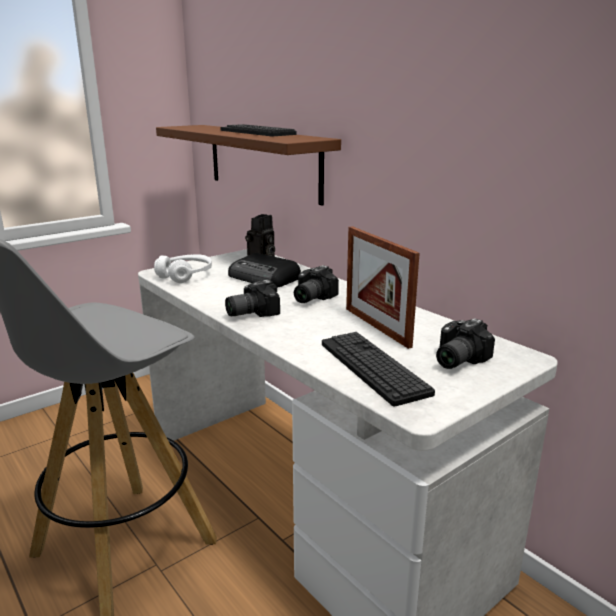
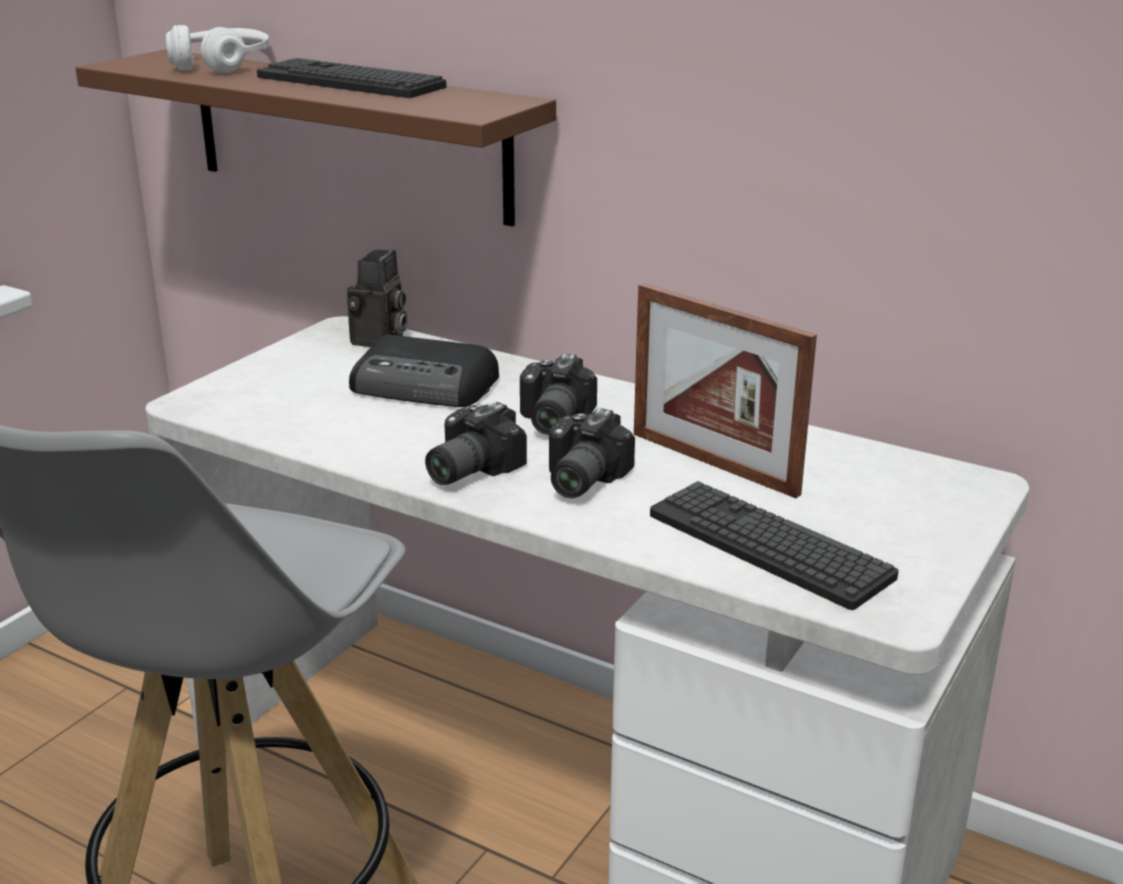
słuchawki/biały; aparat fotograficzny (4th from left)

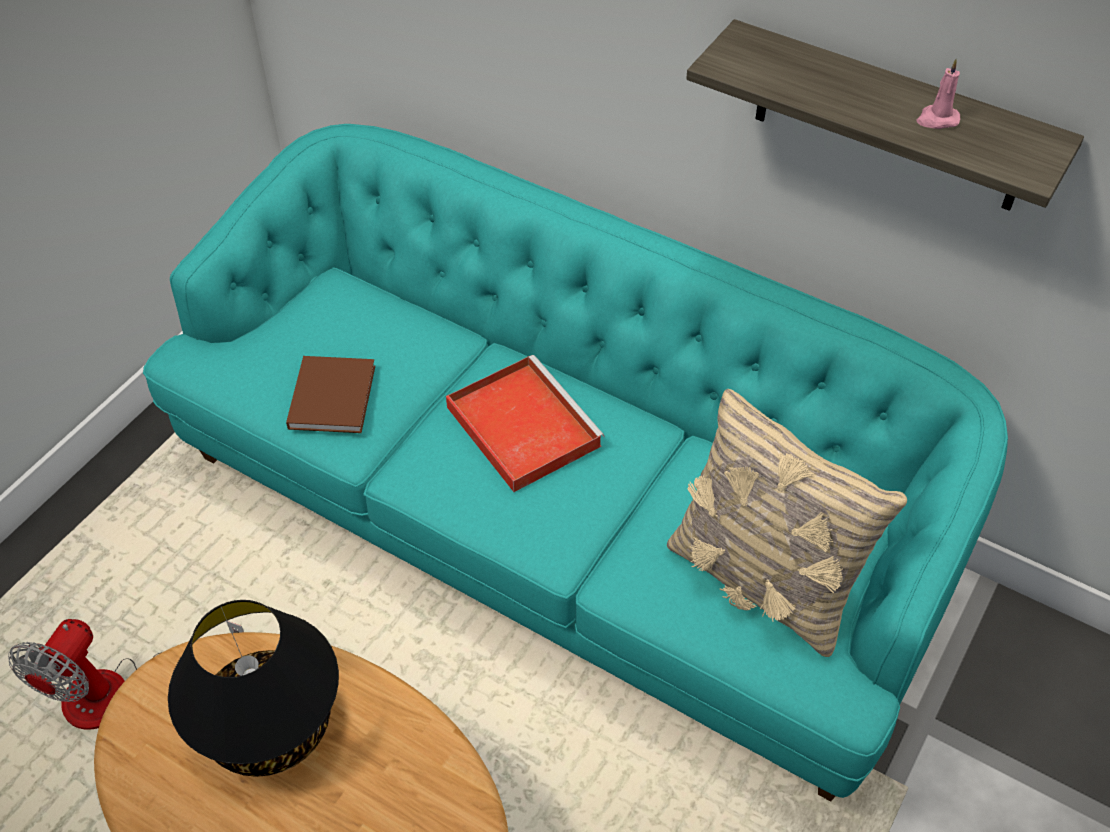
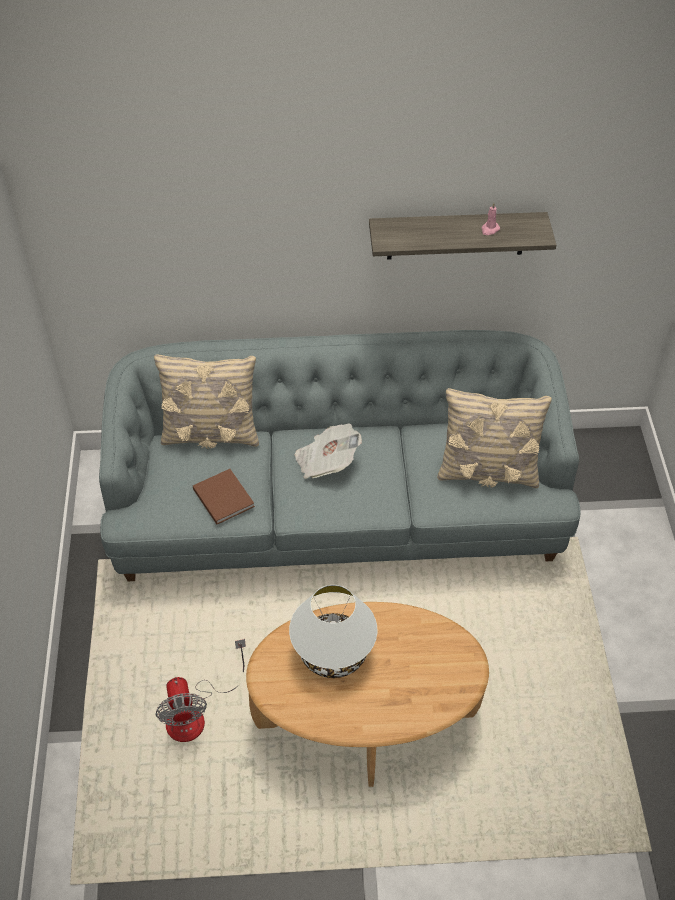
kanapa/szary; lampa stołowa/biały; gazeta; poduszka/beżowy (1st from left)

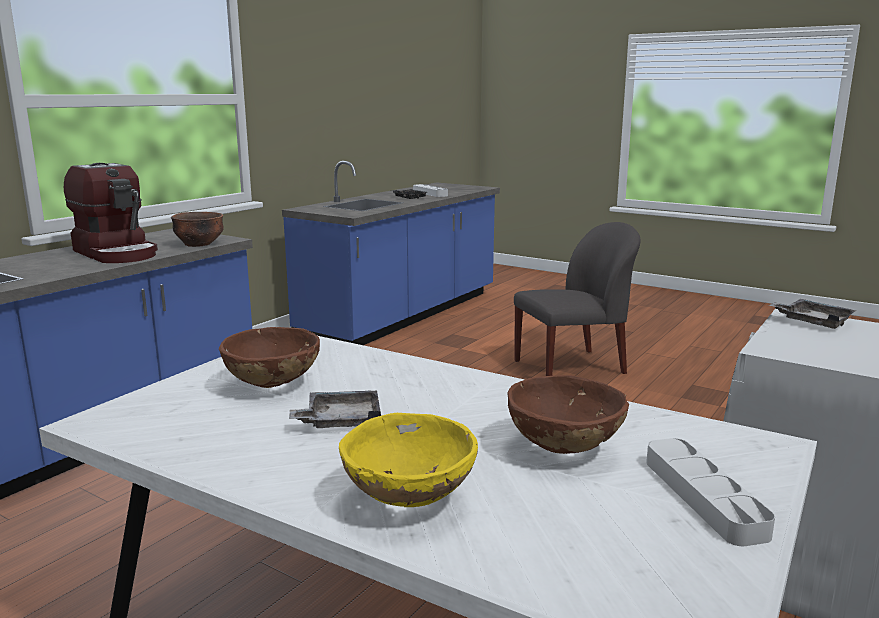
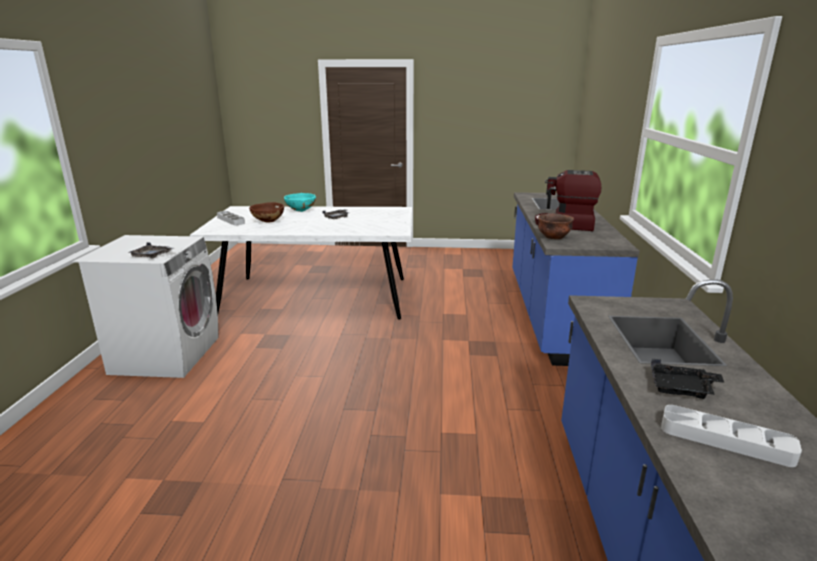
miska/brązowy (2nd from left in the first image); miska/turkusowy; krzesło/szary

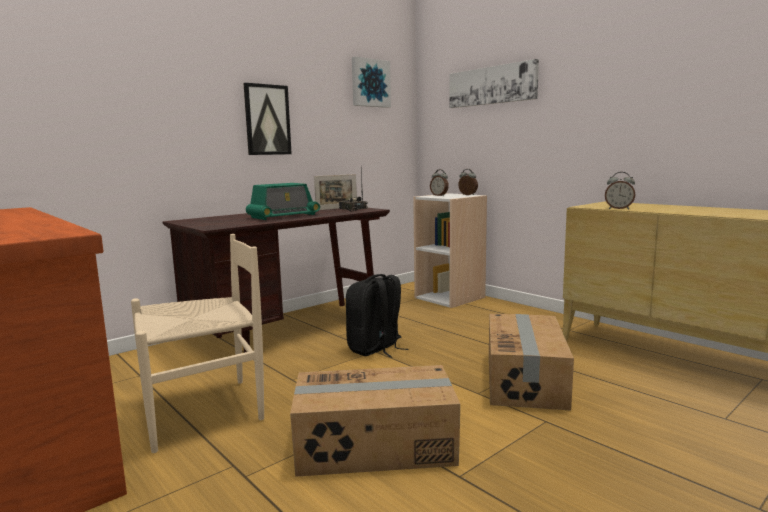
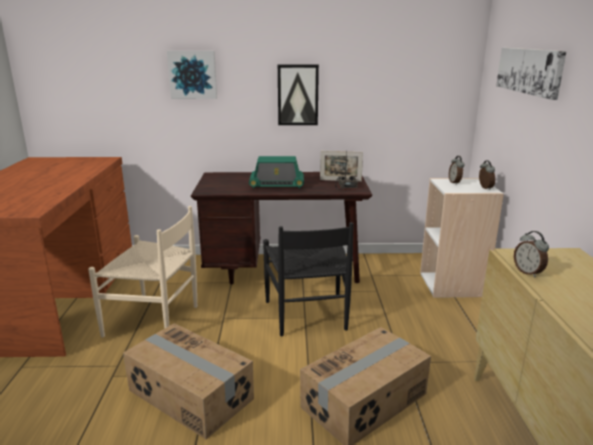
krzesło/czarny; obraz (1st from left)

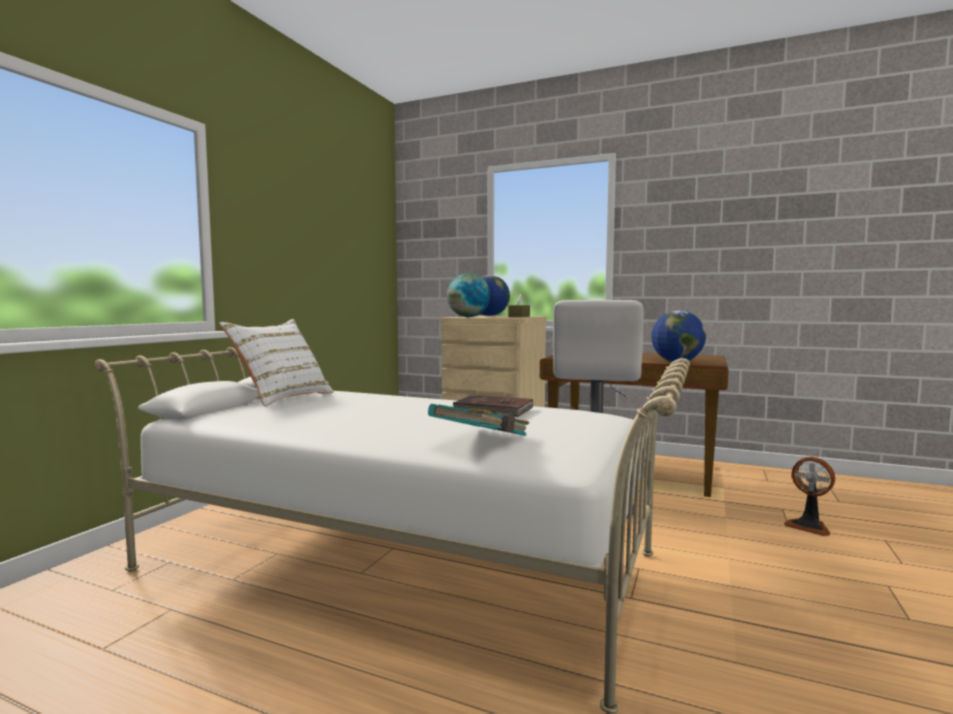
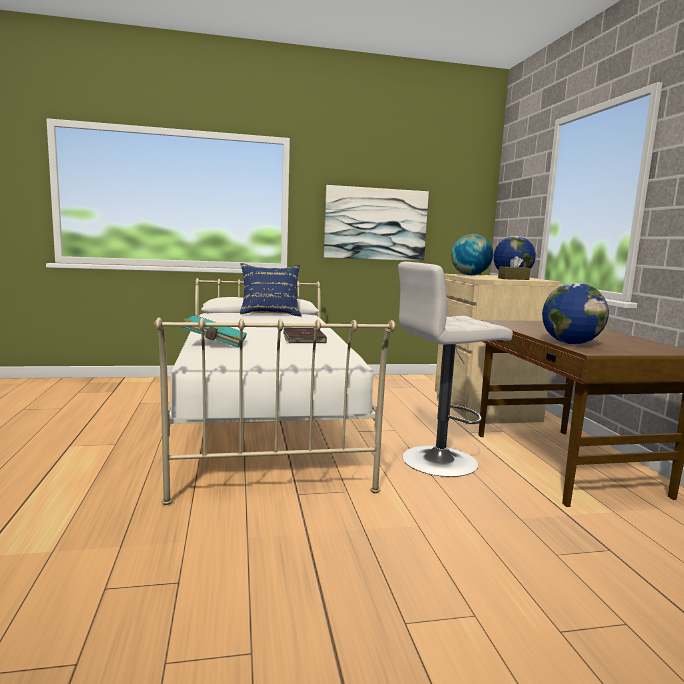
poduszka/niebieski; wentylator; obraz

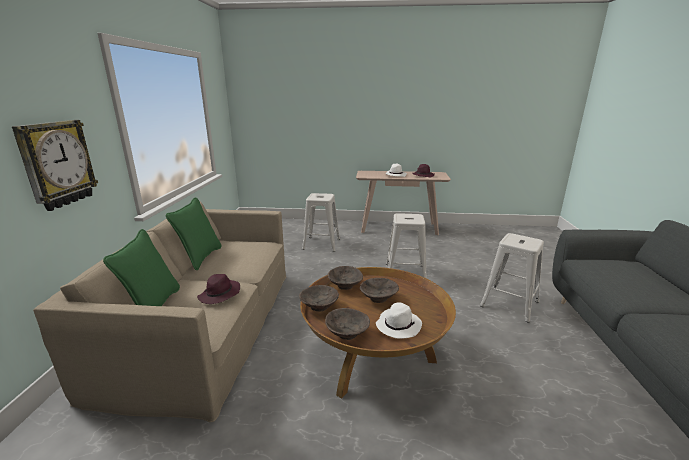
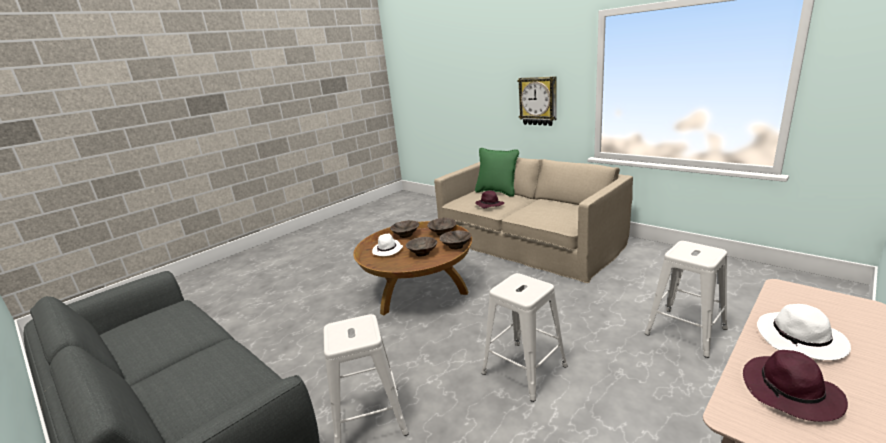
poduszka/zielony (2nd from left in the first image)

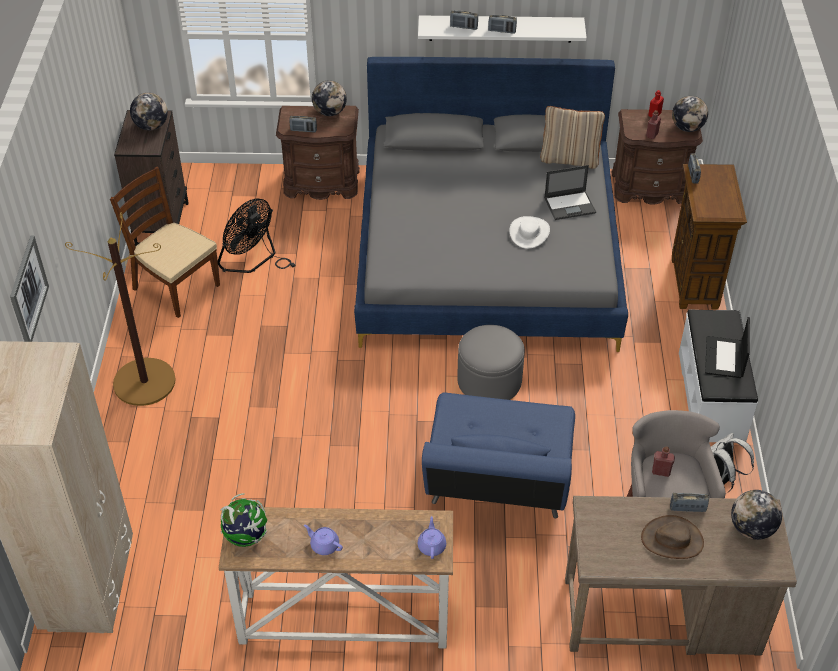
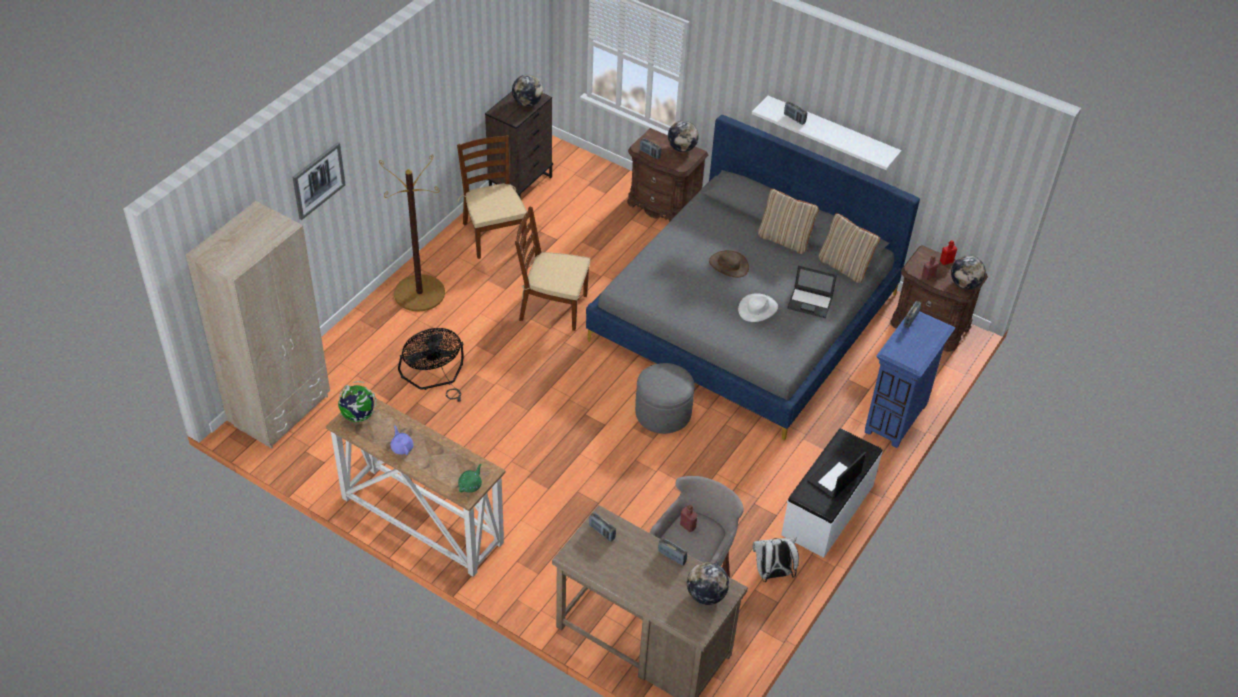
wentylator/czarny; imbryk/zielony; fotel/niebieski; radio (1st from left); kapelusz/brązowy; szafka/niebieski; krzesło/brązowy (2nd from left); poduszka/beżowy (1st from left)

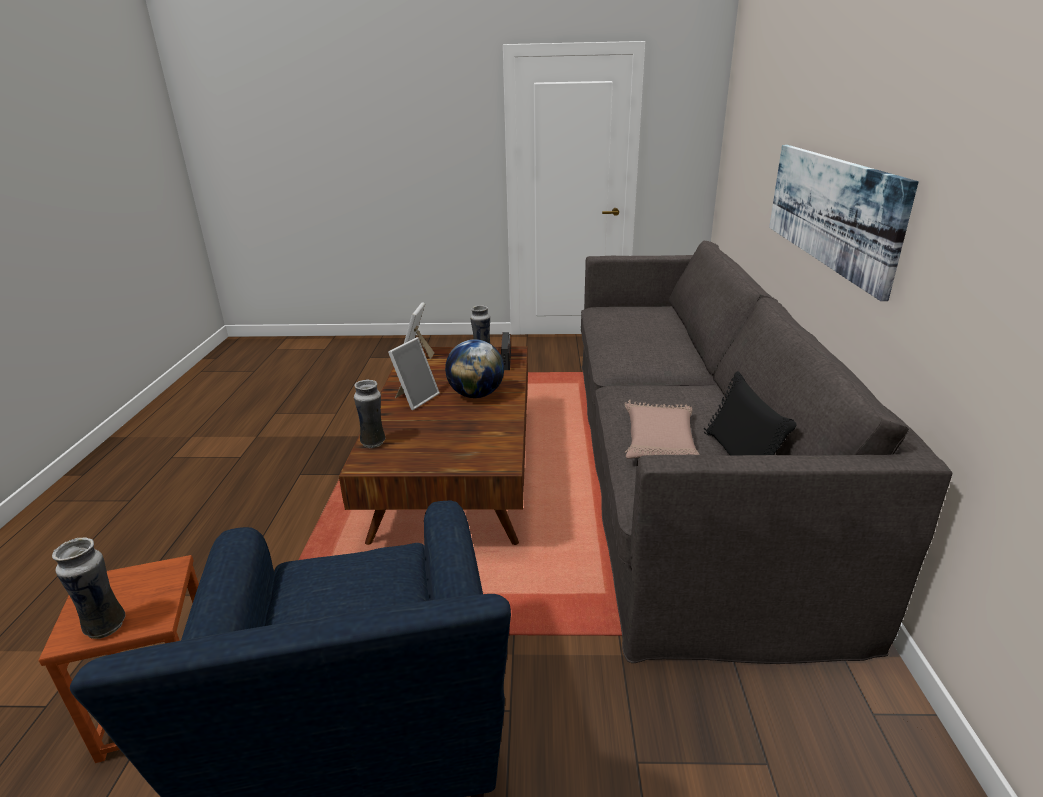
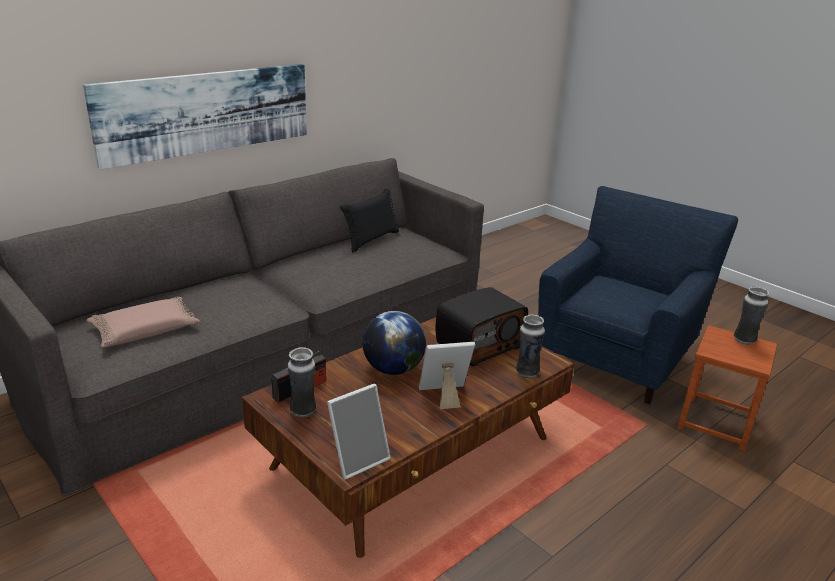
poduszka/beżowy; radio (2nd from left)

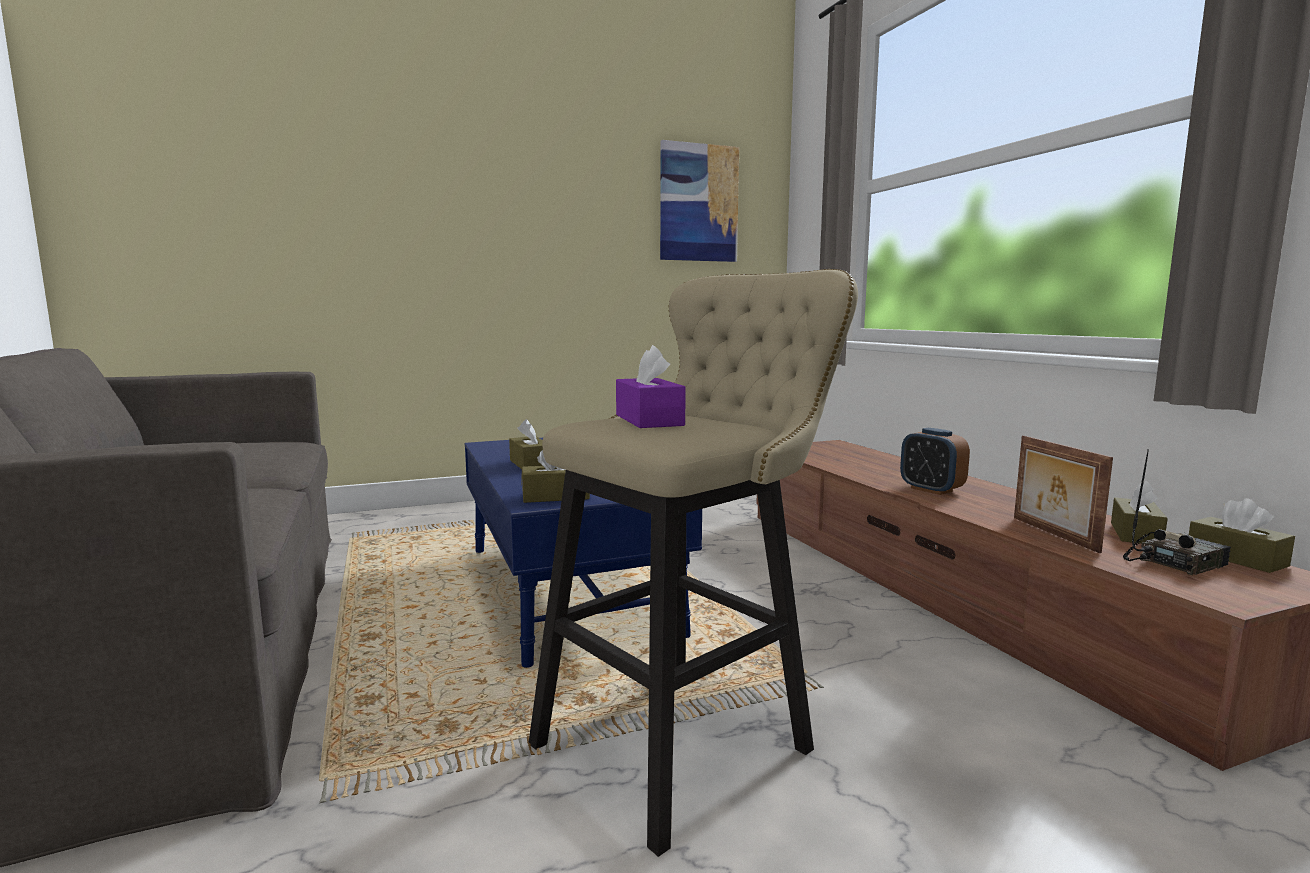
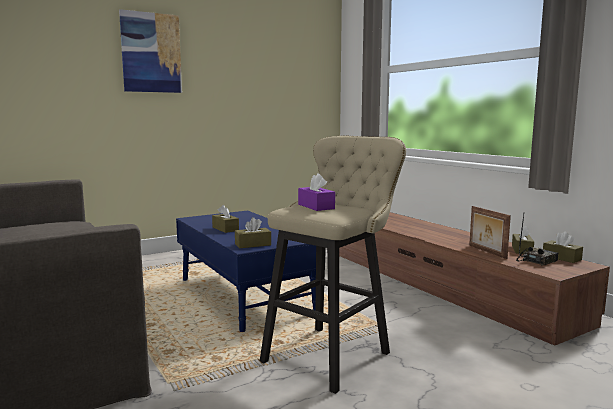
obraz; budzik

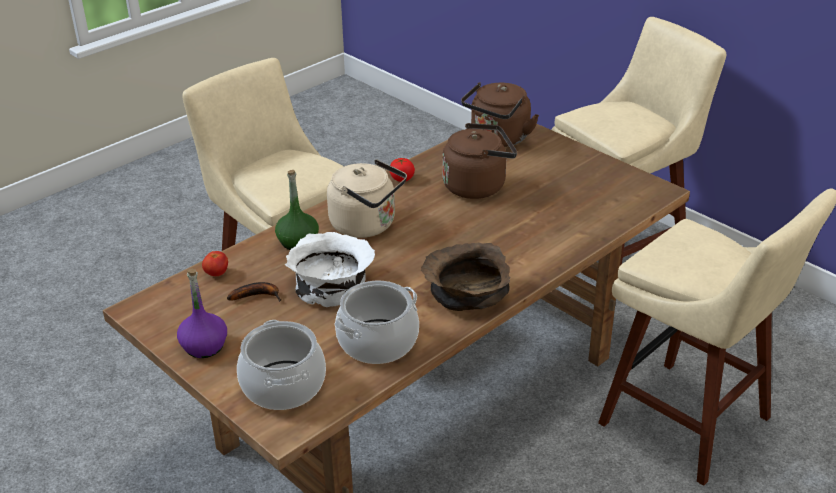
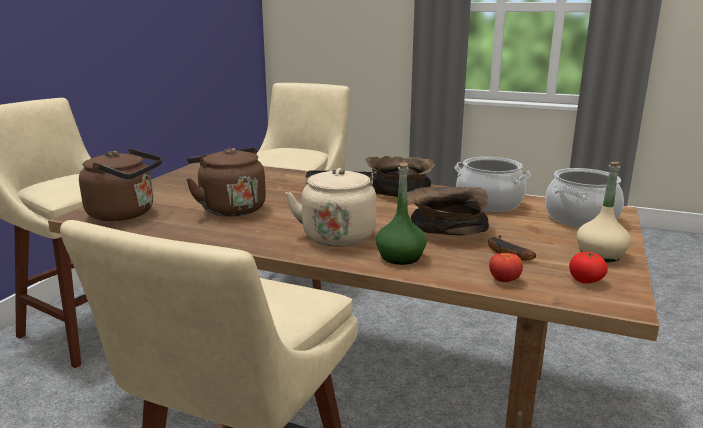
butelka/beżowy; miska/brązowy (2nd from left); pomidor (2nd from left)

